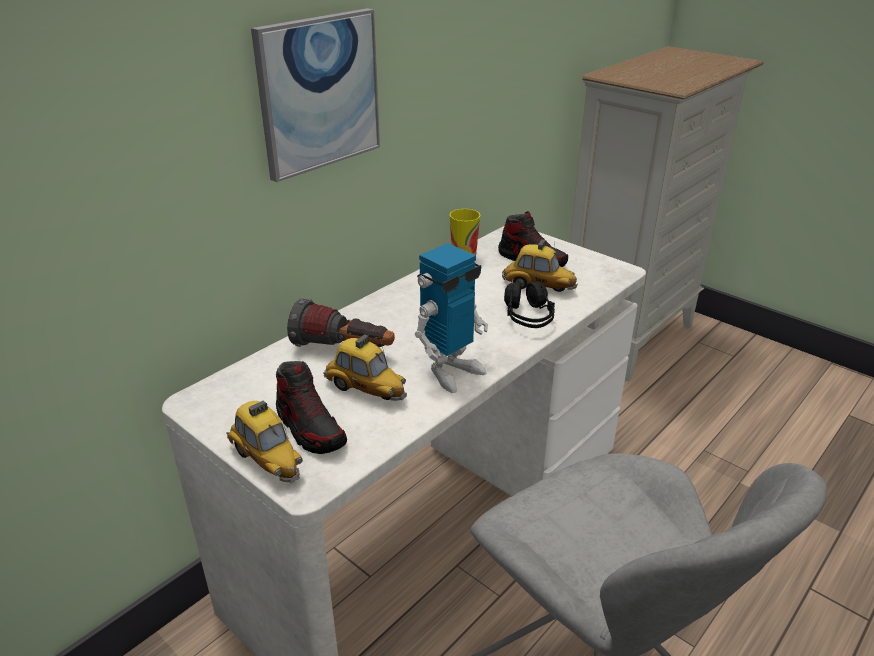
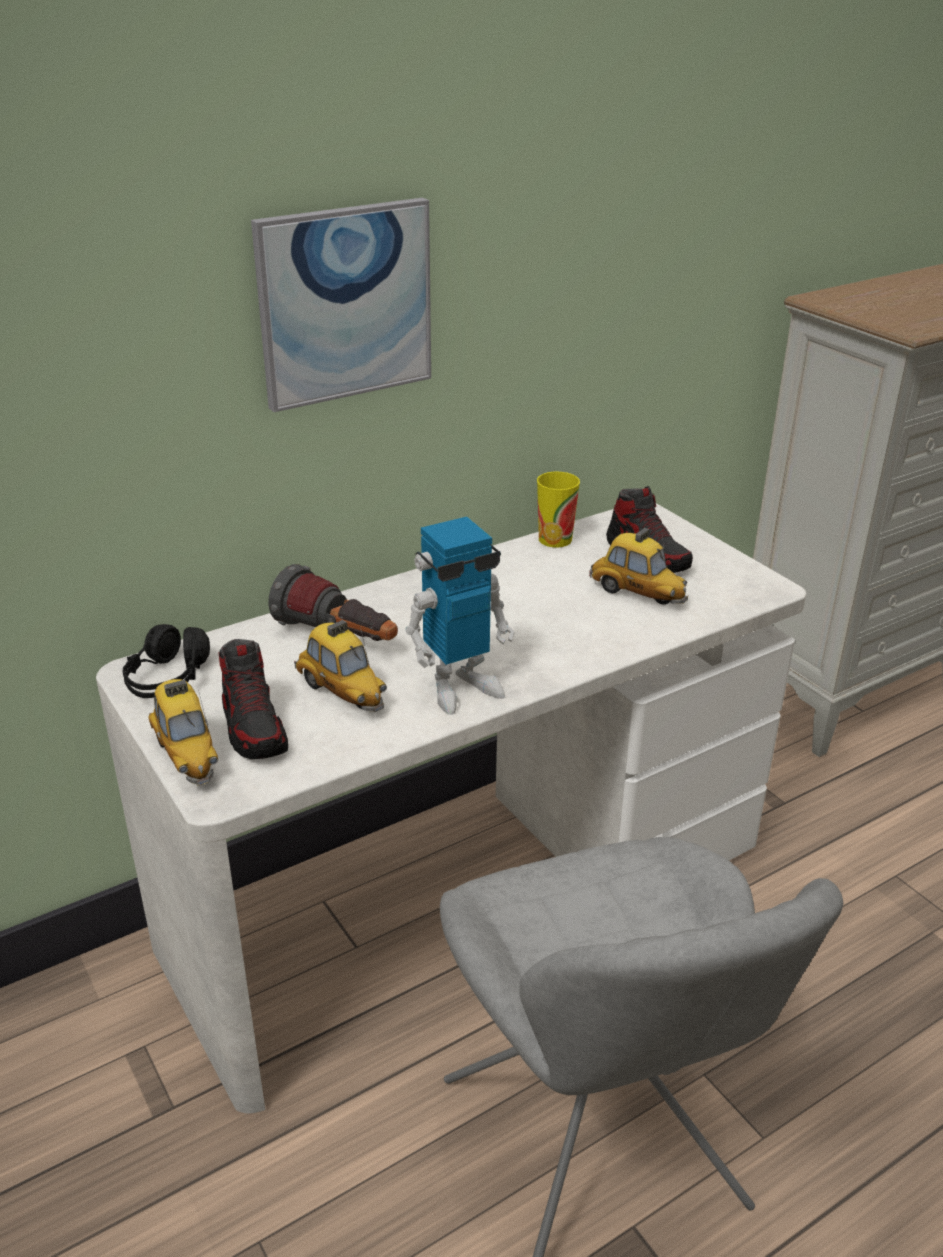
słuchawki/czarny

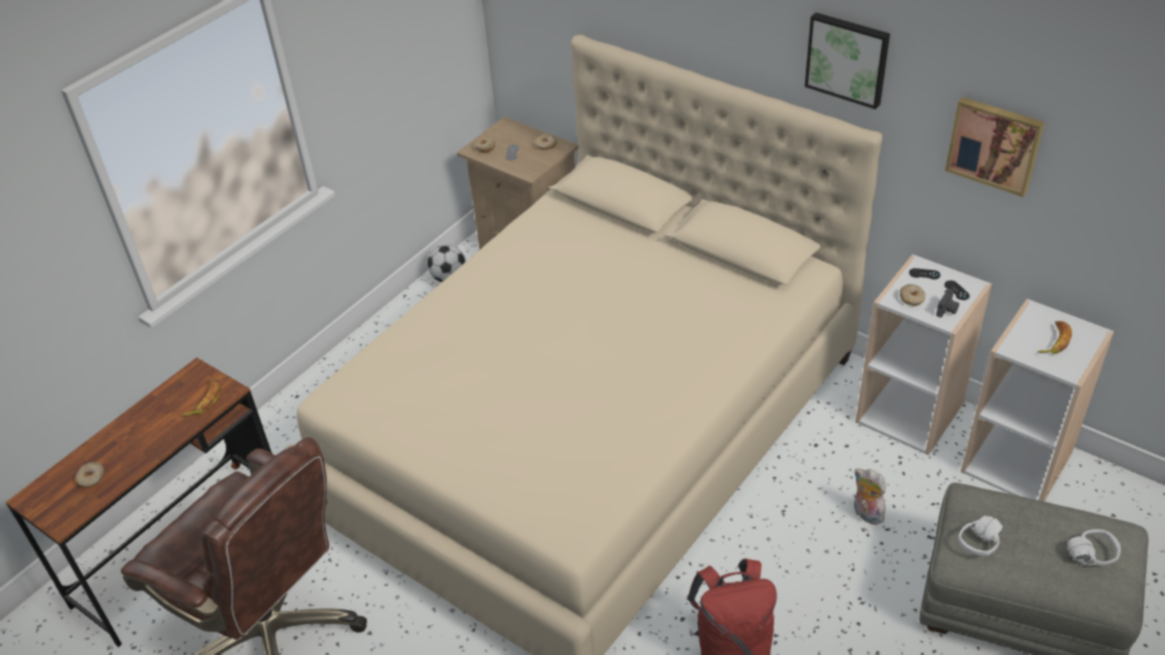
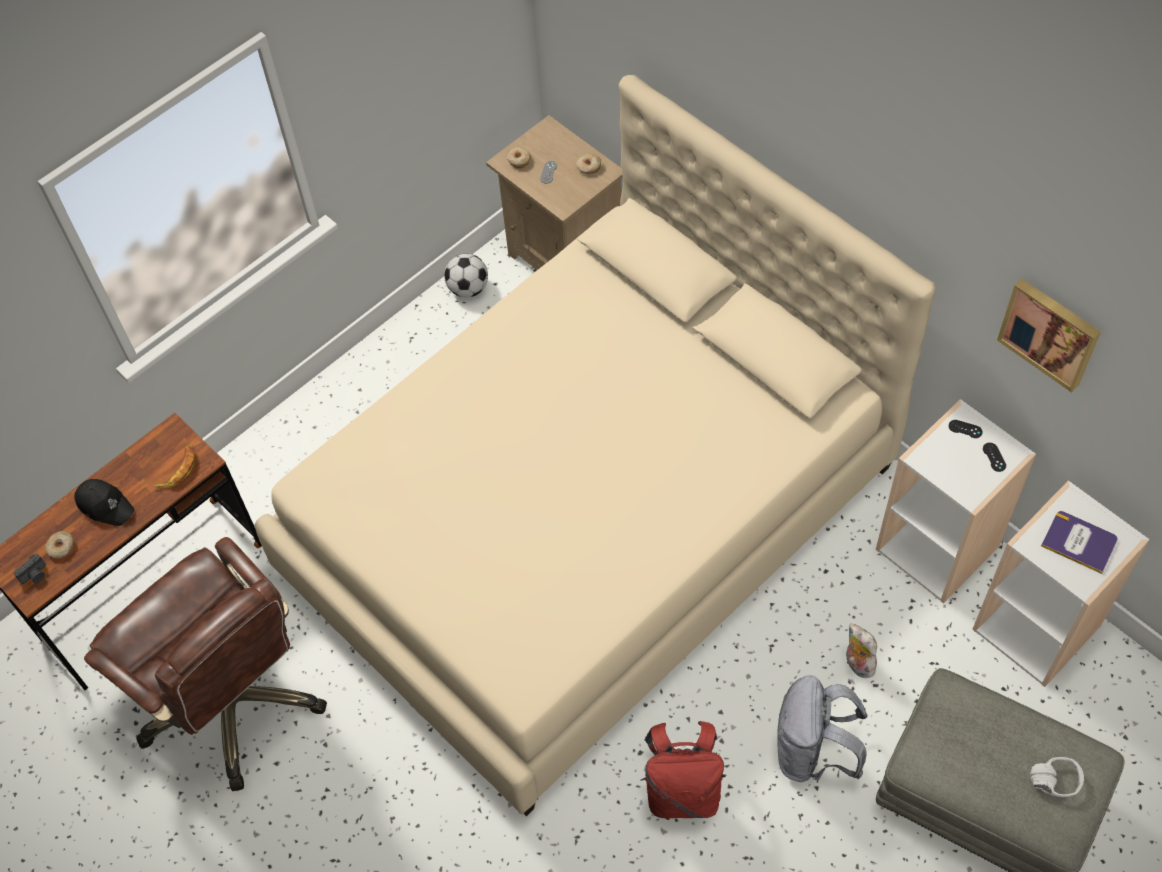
obraz (1st from left in the first image); donut (4th from left in the first image); aparat fotograficzny; słuchawki/biały (1st from left in the first image); książka; czapka z daszkiem/czarny; plecak/szary

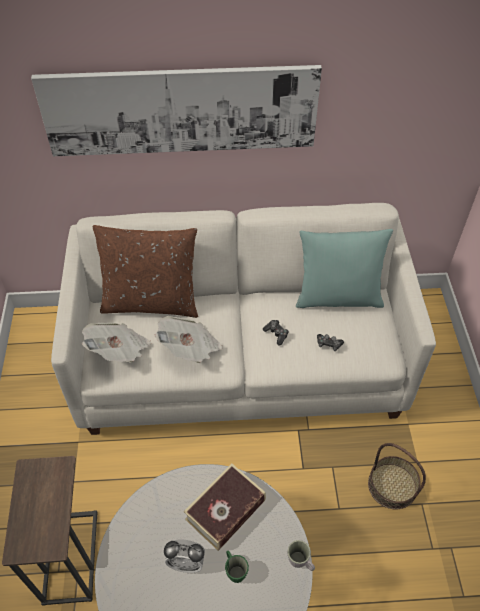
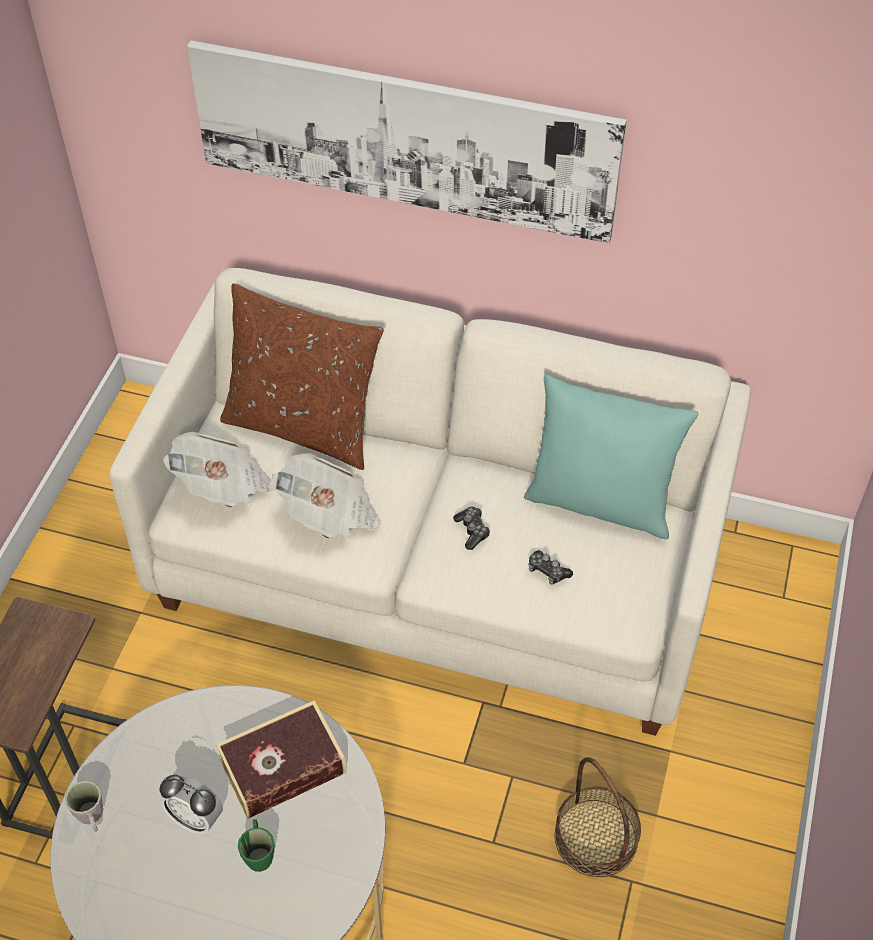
kubek/szary

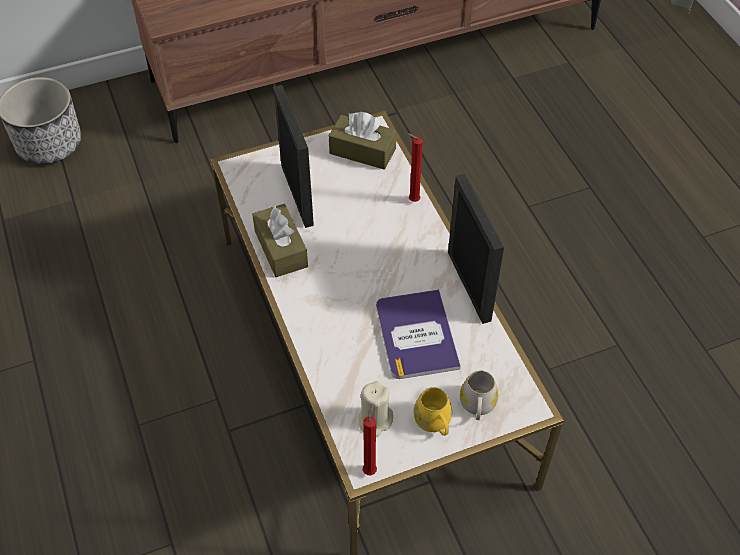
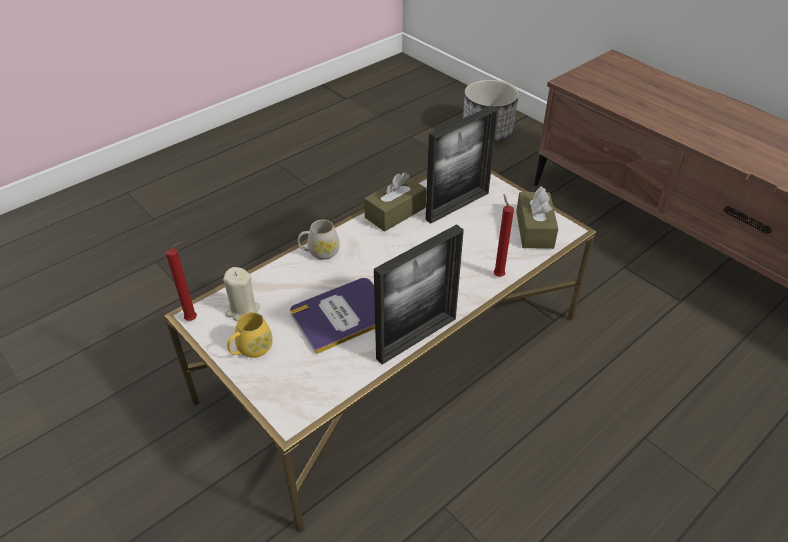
kubek/biały

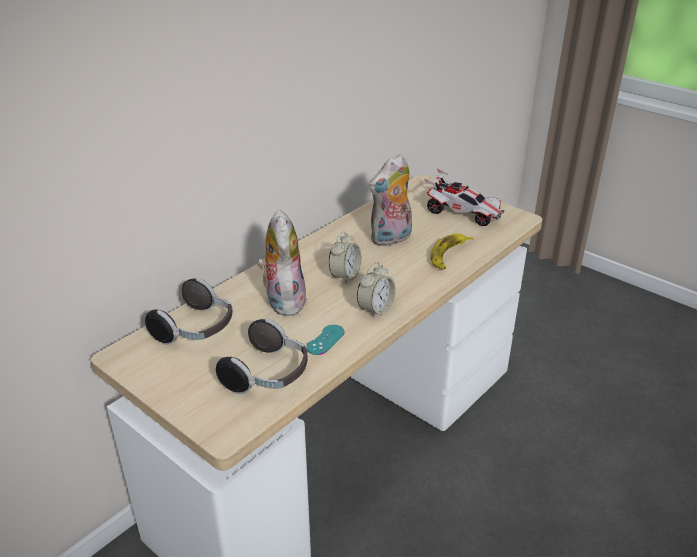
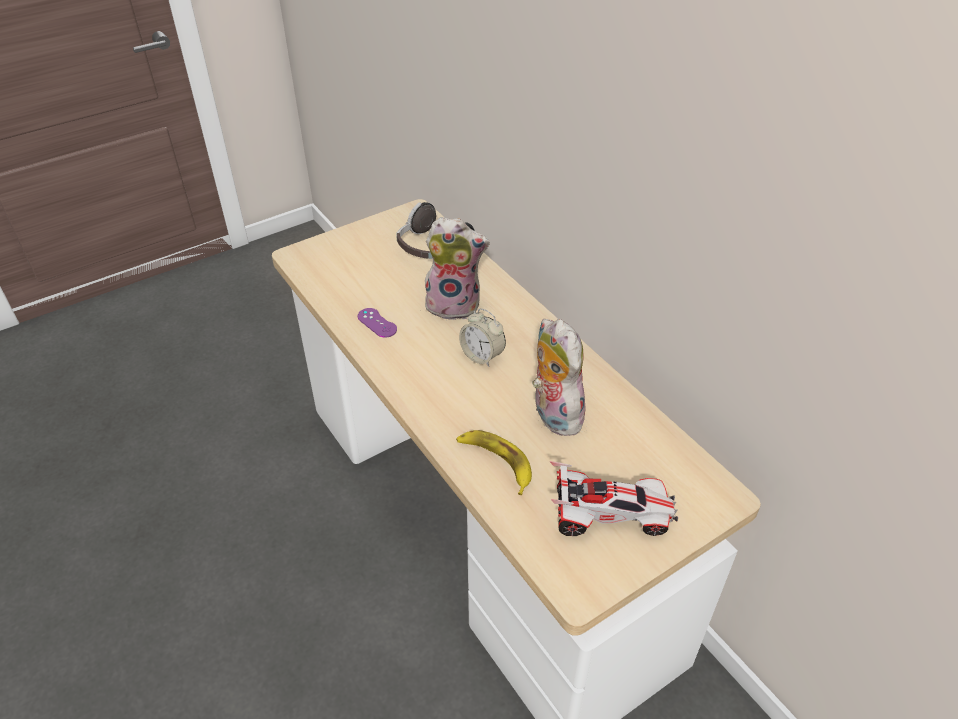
słuchawki (2nd from left in the first image); pad do gier/fioletowy; budzik (2nd from left in the first image); samochodzik

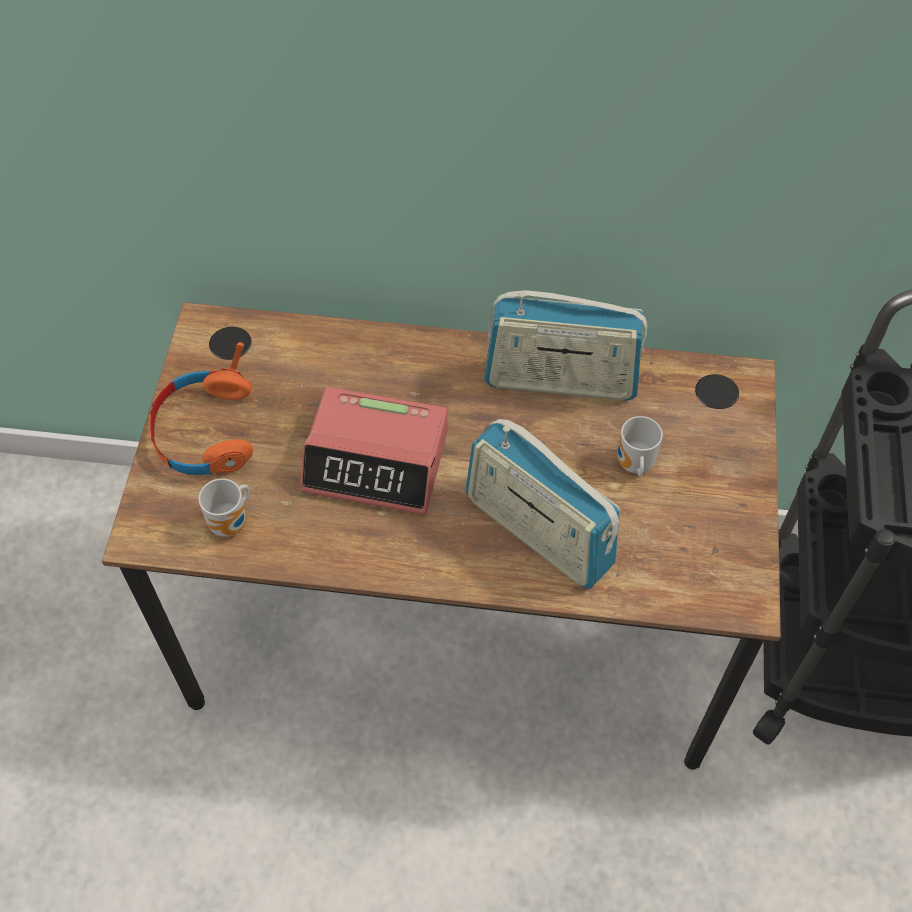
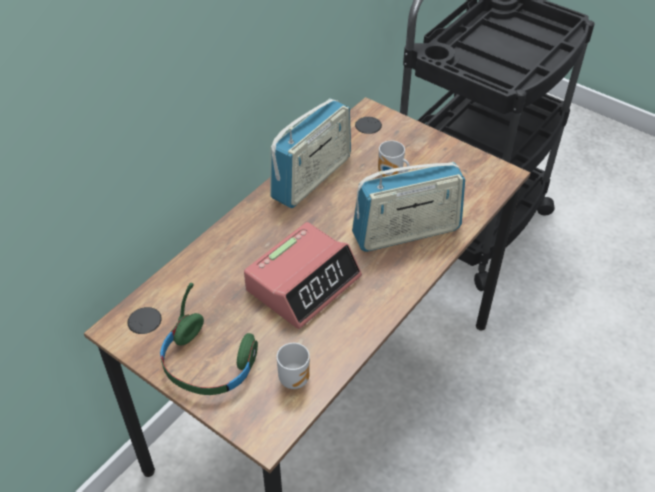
słuchawki/zielony

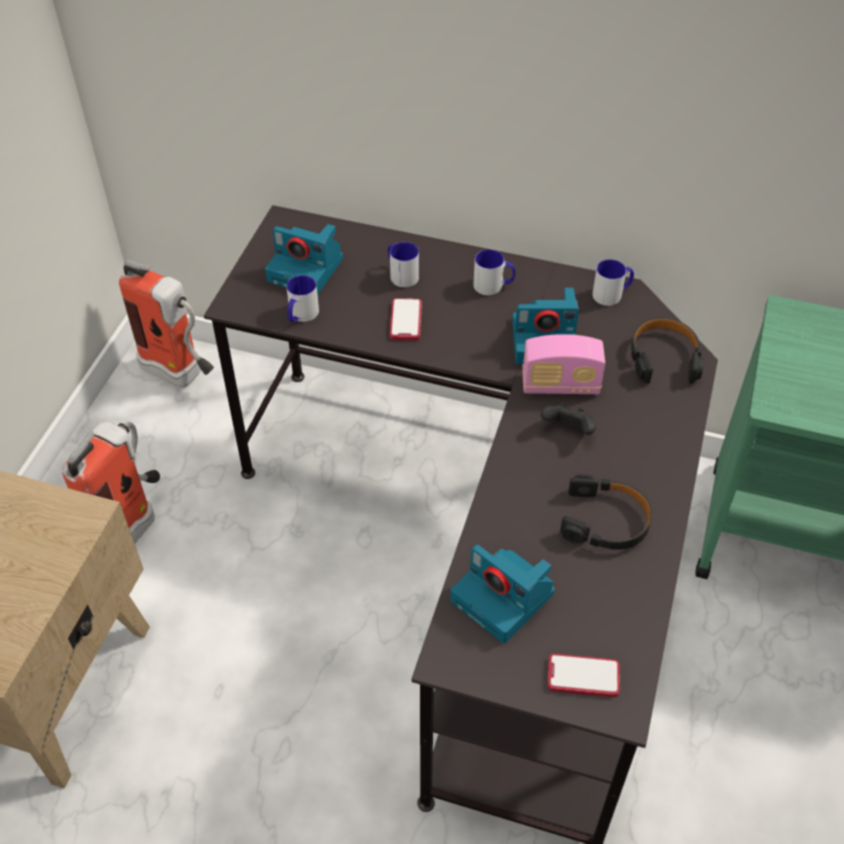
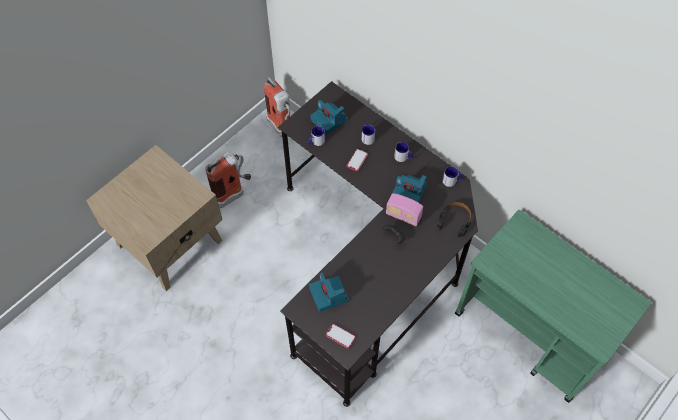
słuchawki/czarny (1st from left in the first image)

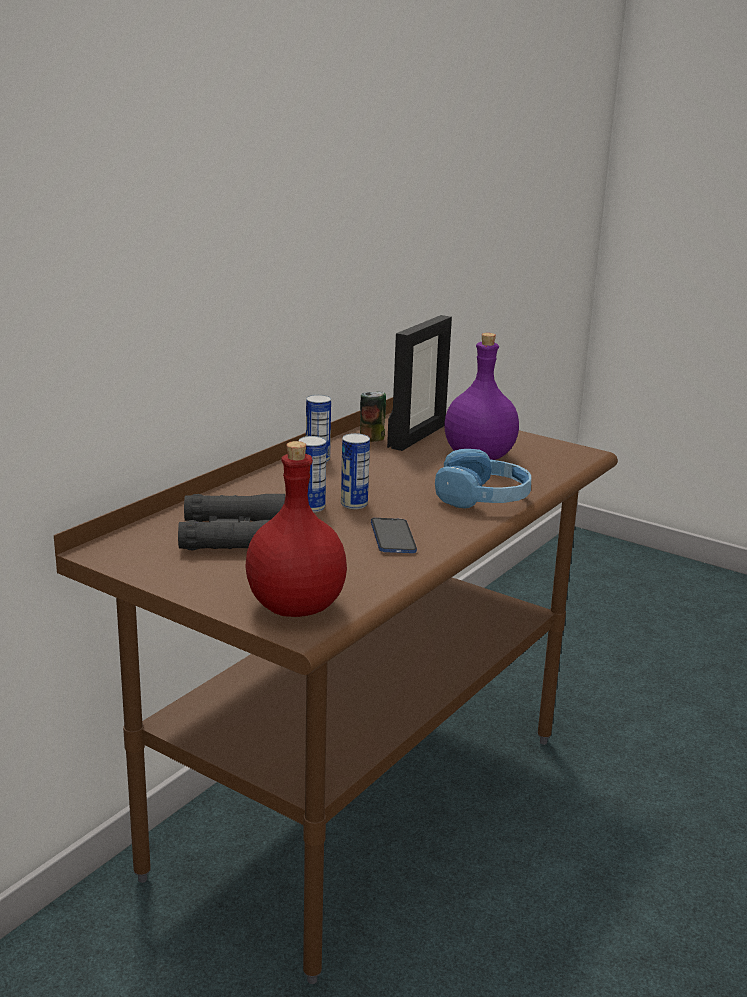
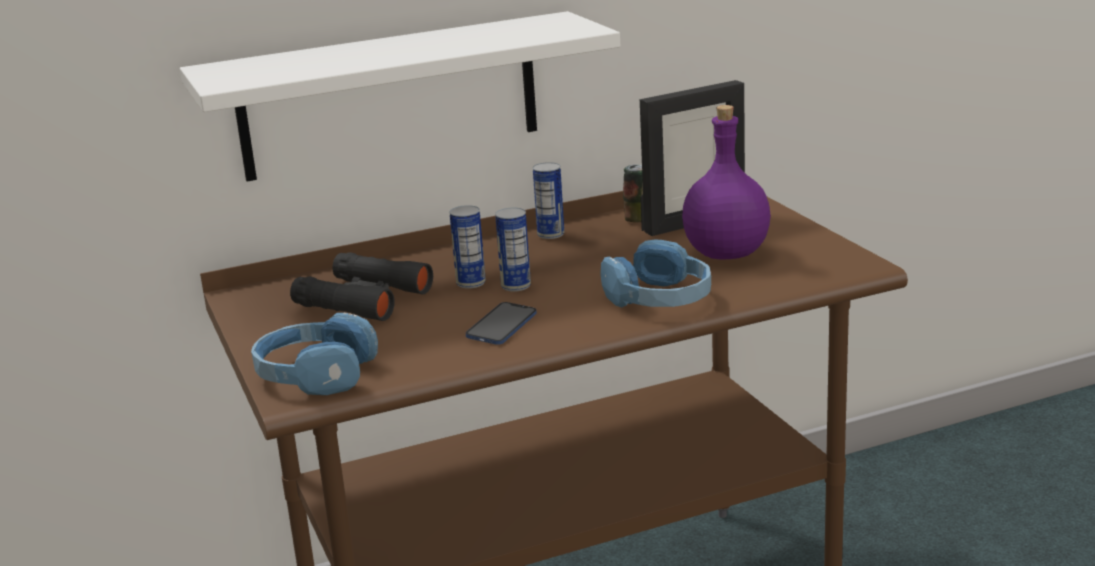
słuchawki/niebieski (1st from left); półka/biały

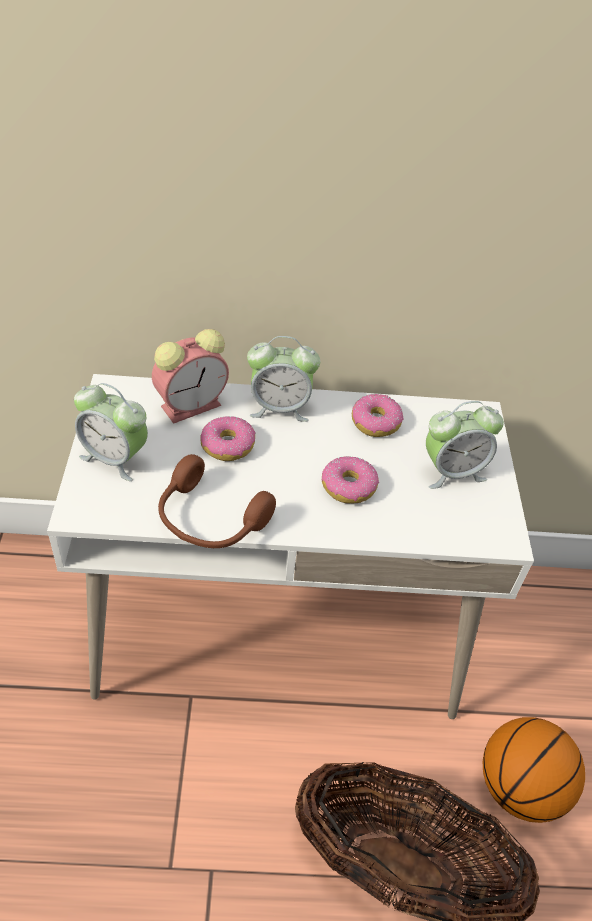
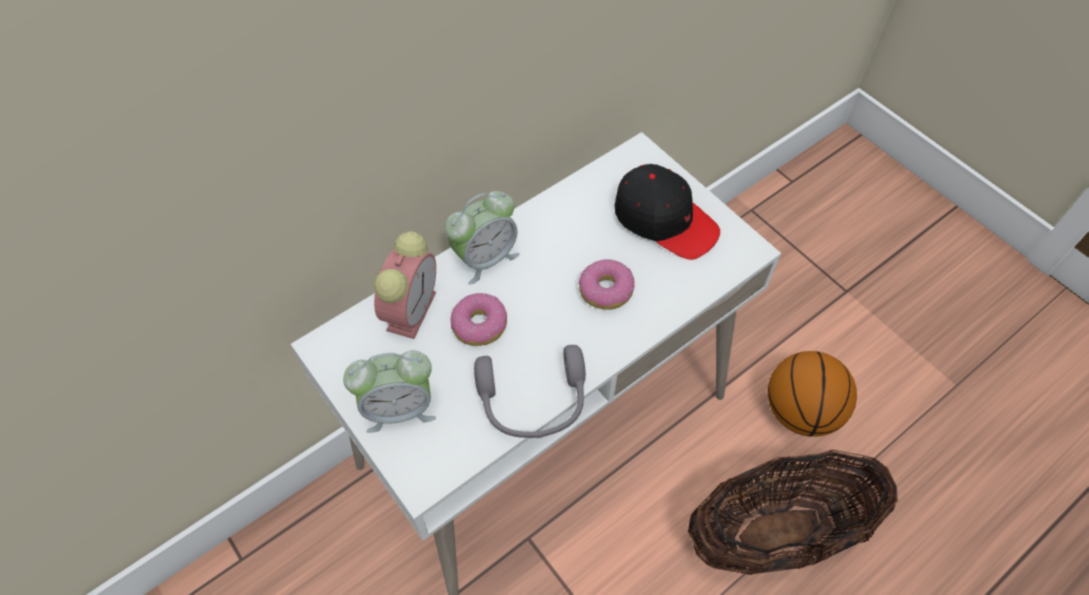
słuchawki/szary; donut (3rd from left in the first image); czapka z daszkiem/czarny

